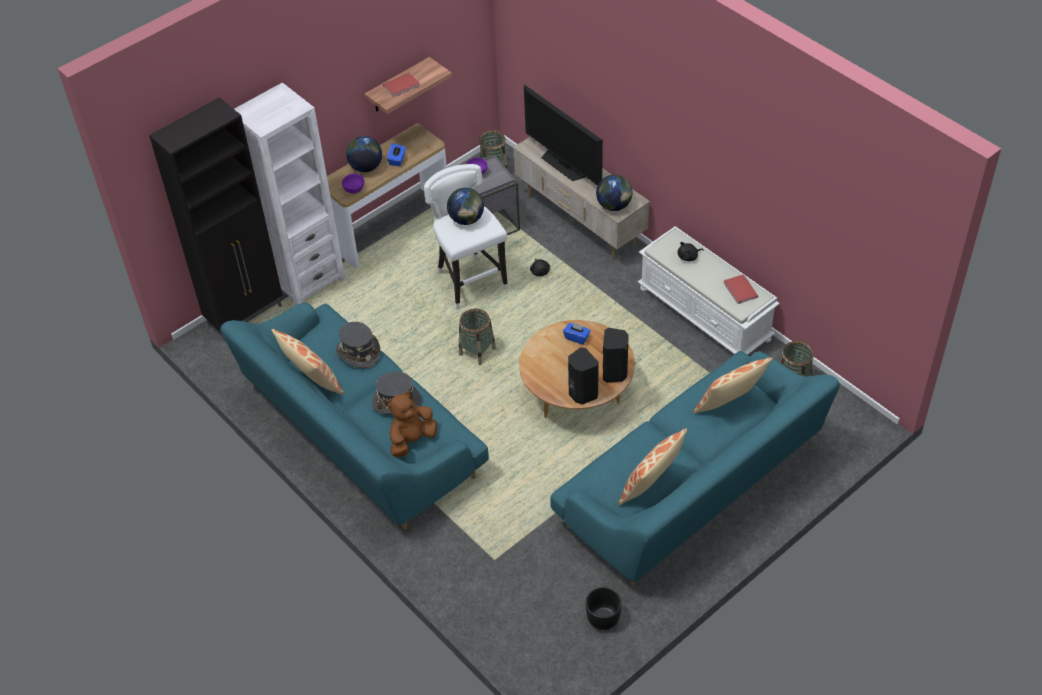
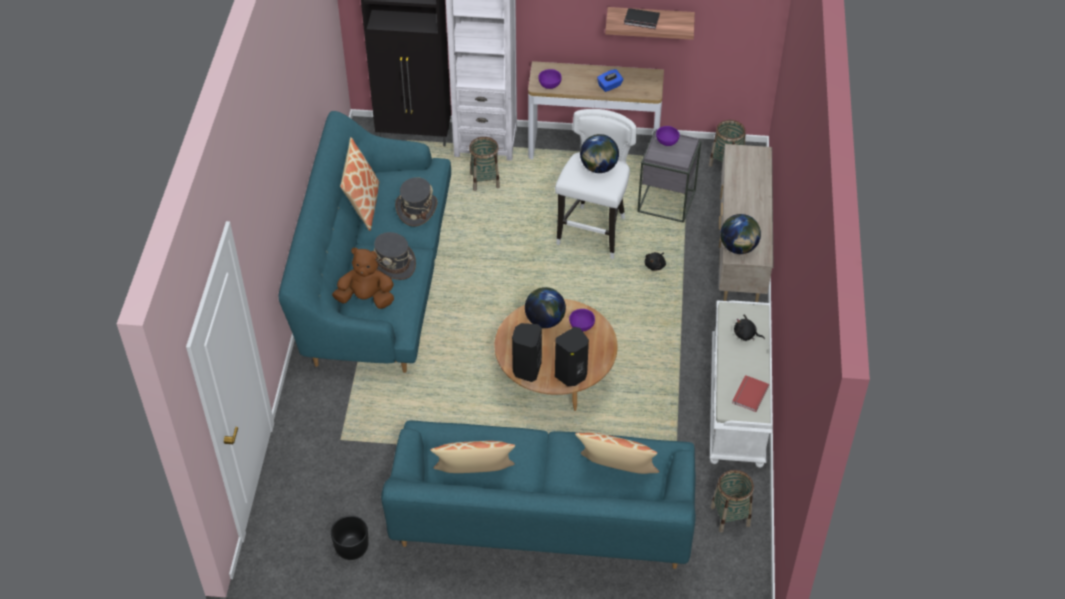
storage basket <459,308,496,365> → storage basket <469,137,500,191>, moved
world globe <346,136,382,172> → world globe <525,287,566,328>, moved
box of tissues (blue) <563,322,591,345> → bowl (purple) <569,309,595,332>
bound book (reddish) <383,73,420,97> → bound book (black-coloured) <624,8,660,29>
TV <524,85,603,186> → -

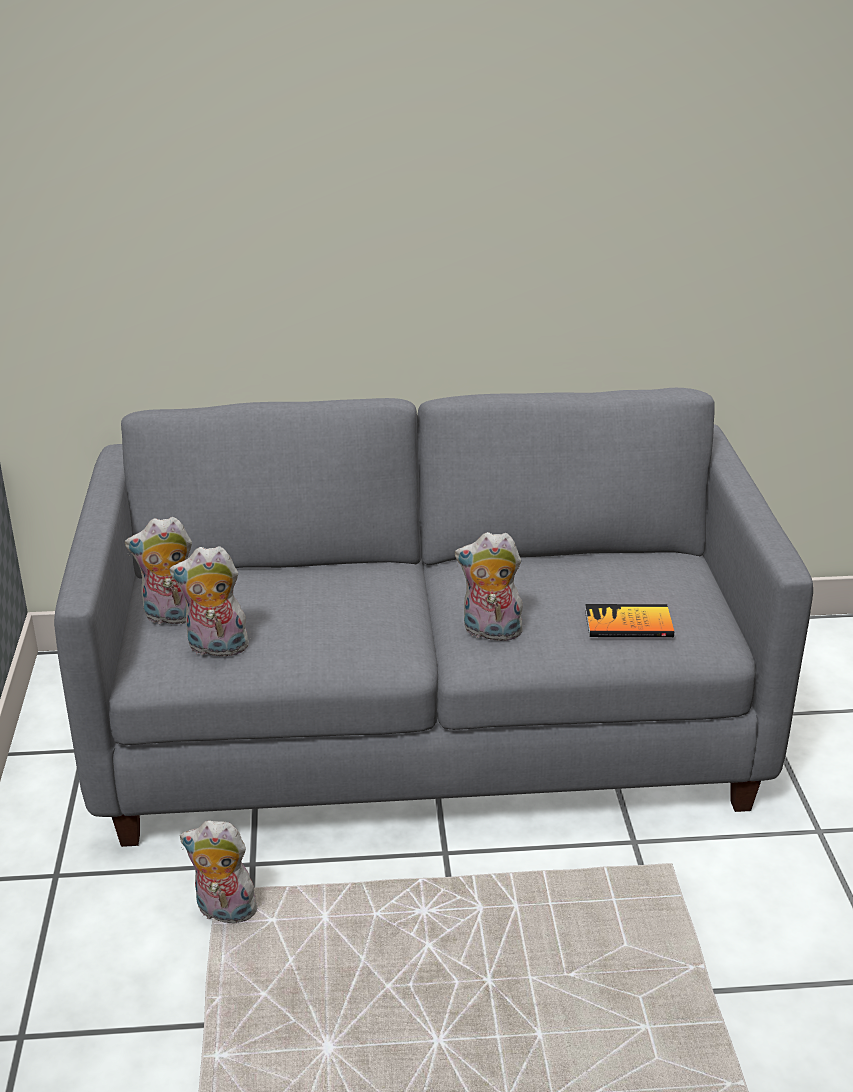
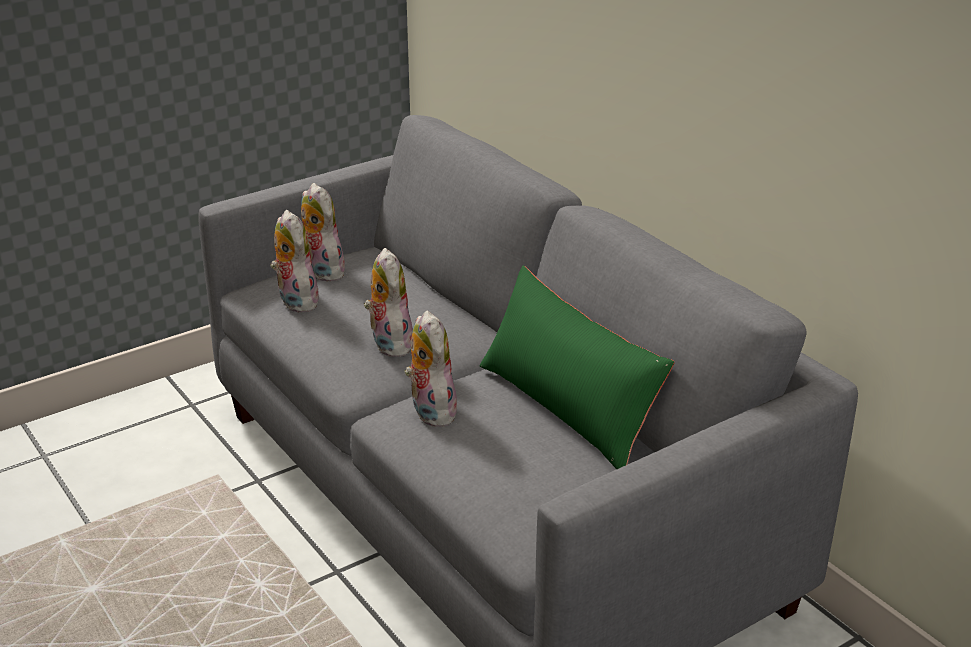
soft toy <180,820,263,924> → soft toy <364,248,413,357>, moved
- → cushion (green) <480,265,675,469>
bound book <585,604,674,637> → -

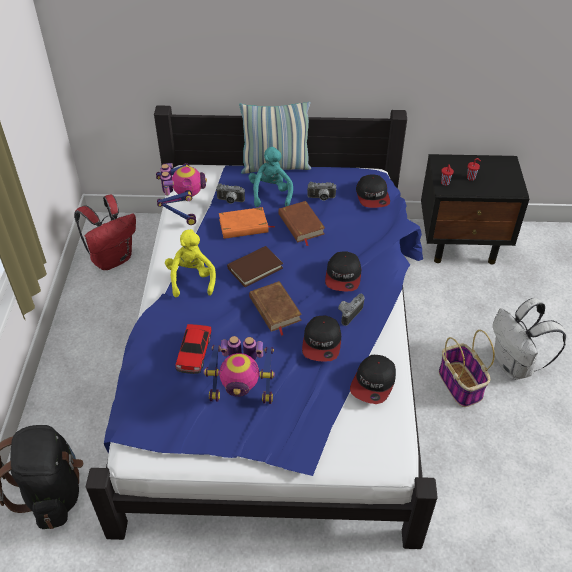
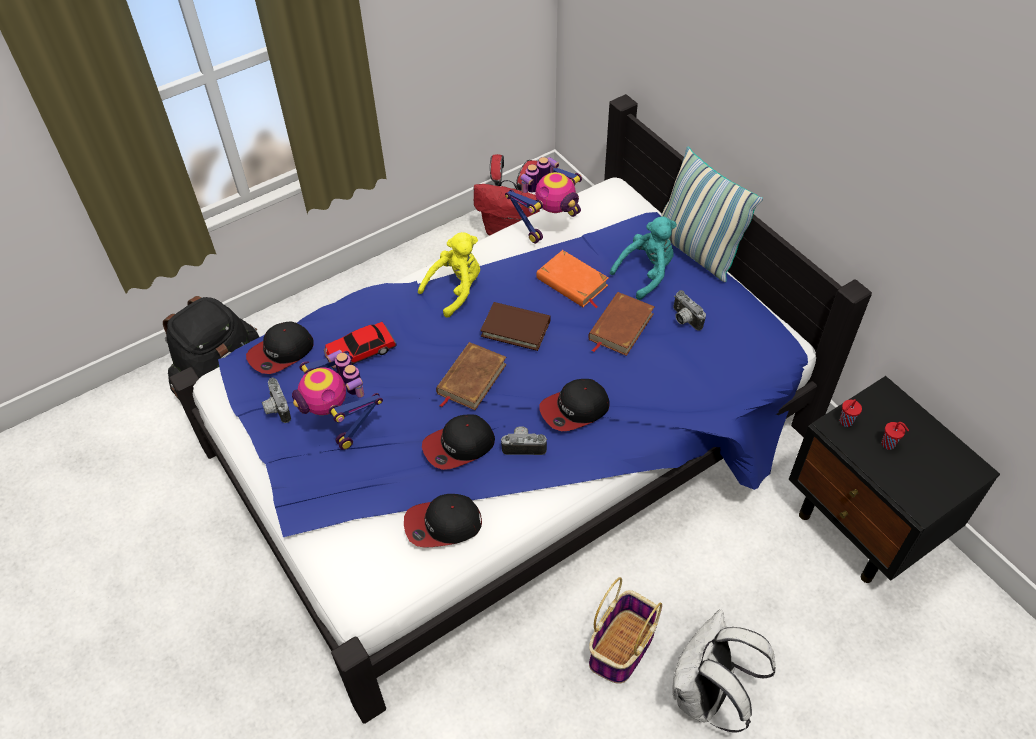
cap <356,174,390,208> → cap <246,321,314,374>, moved
still camera <216,183,245,204> → still camera <262,378,291,423>, moved

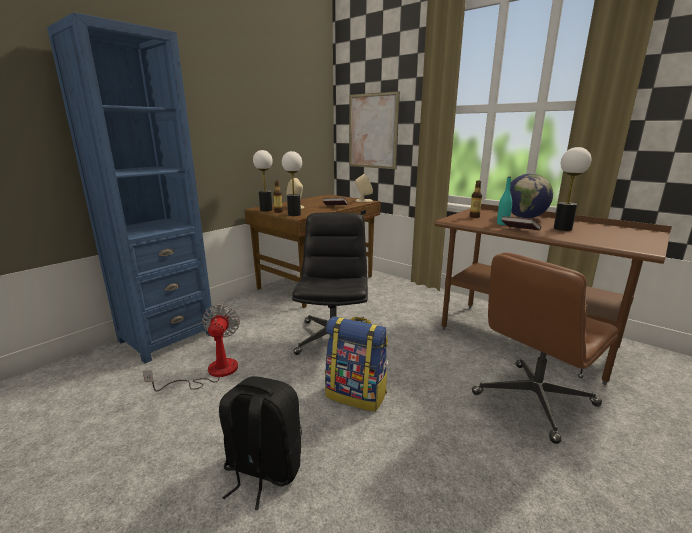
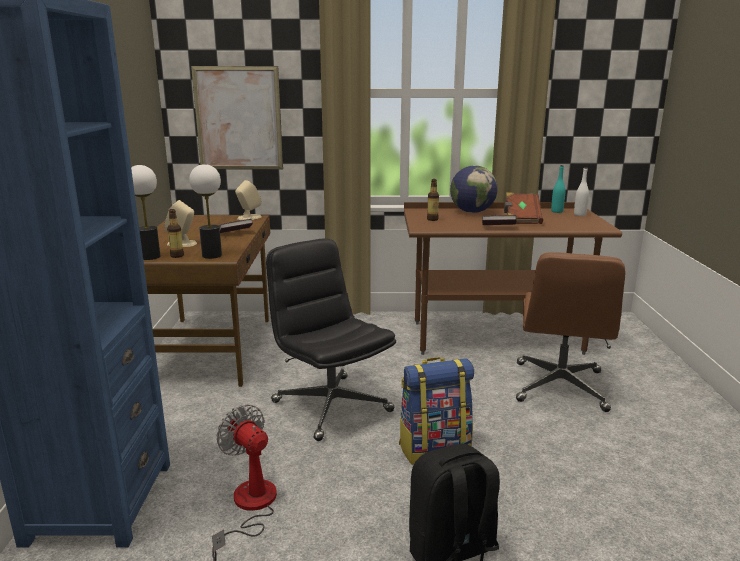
lamp for a table <554,147,591,231> → bound book (brownish) <504,192,543,224>
drink bottle (turquoise) <497,177,512,225> → drink bottle (turquoise) <551,165,566,213>, moved
- → drink bottle (white) <574,167,589,216>

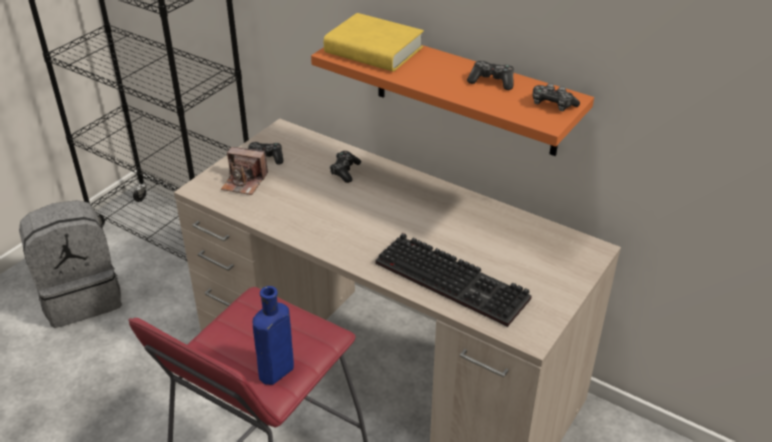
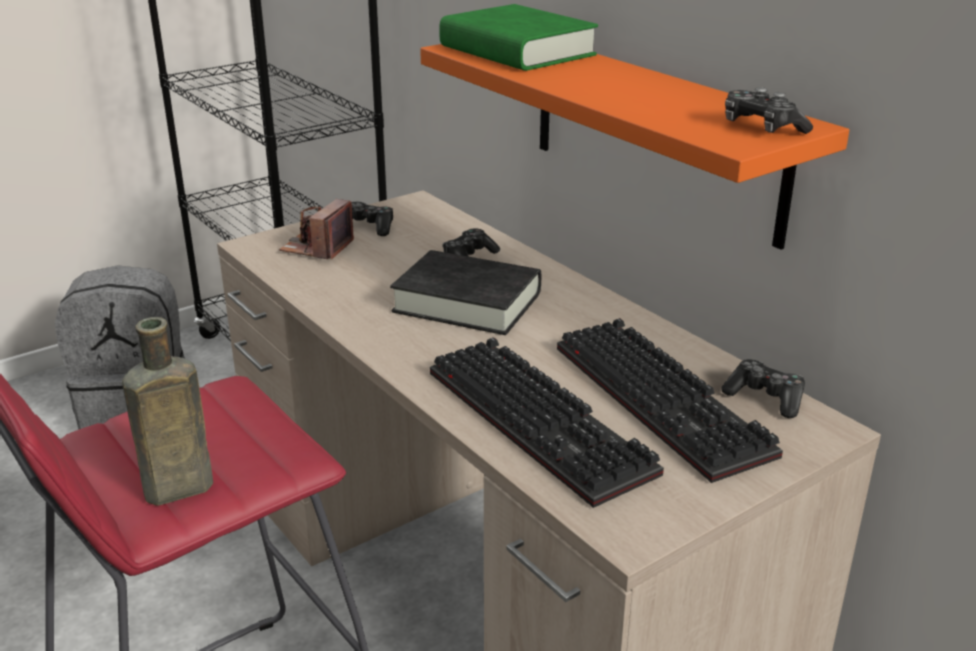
drink bottle (blue) <253,286,294,385> → drink bottle (brownish) <122,317,213,506>
still camera <221,147,268,195> → still camera <279,199,354,259>, 75 degrees clockwise
- → bound book (black-coloured) <390,250,541,335>
bound book (yellow-coloured) <324,13,424,72> → bound book (green) <439,4,598,71>
- → keyboard <557,318,783,483>
gamepad <467,61,514,90> → gamepad <721,359,805,418>, moved

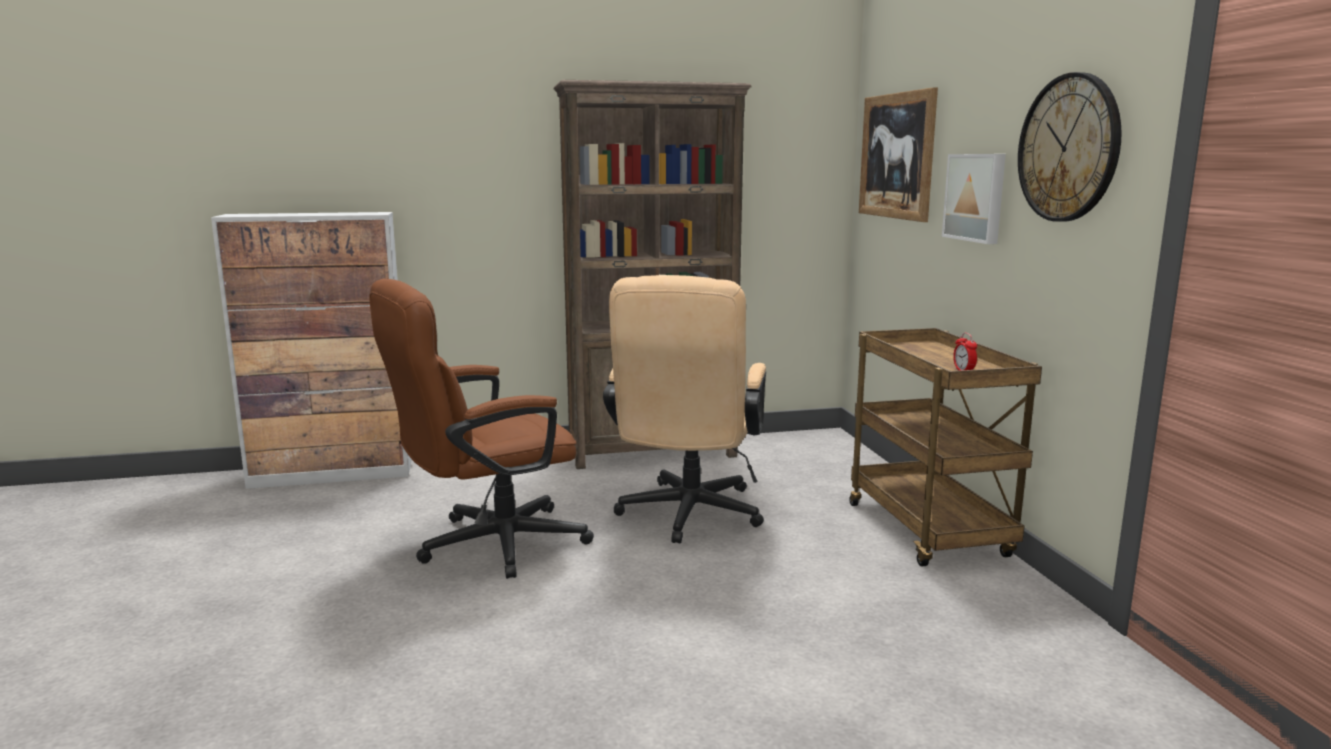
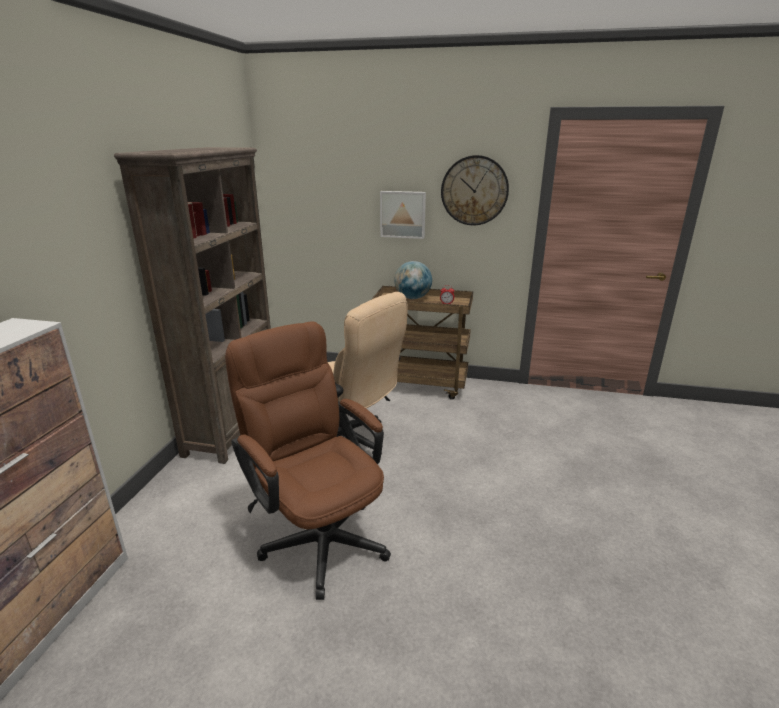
desk chair (brownish) <369,279,594,579> → desk chair (brownish) <225,321,391,600>, 150 degrees clockwise
- → world globe <394,261,432,299>
picture <859,87,938,222> → -

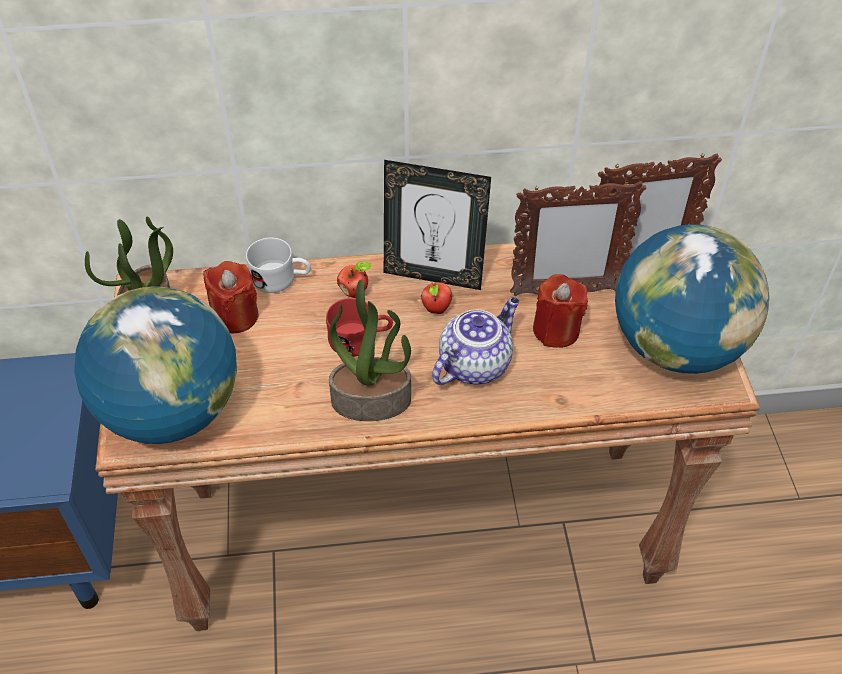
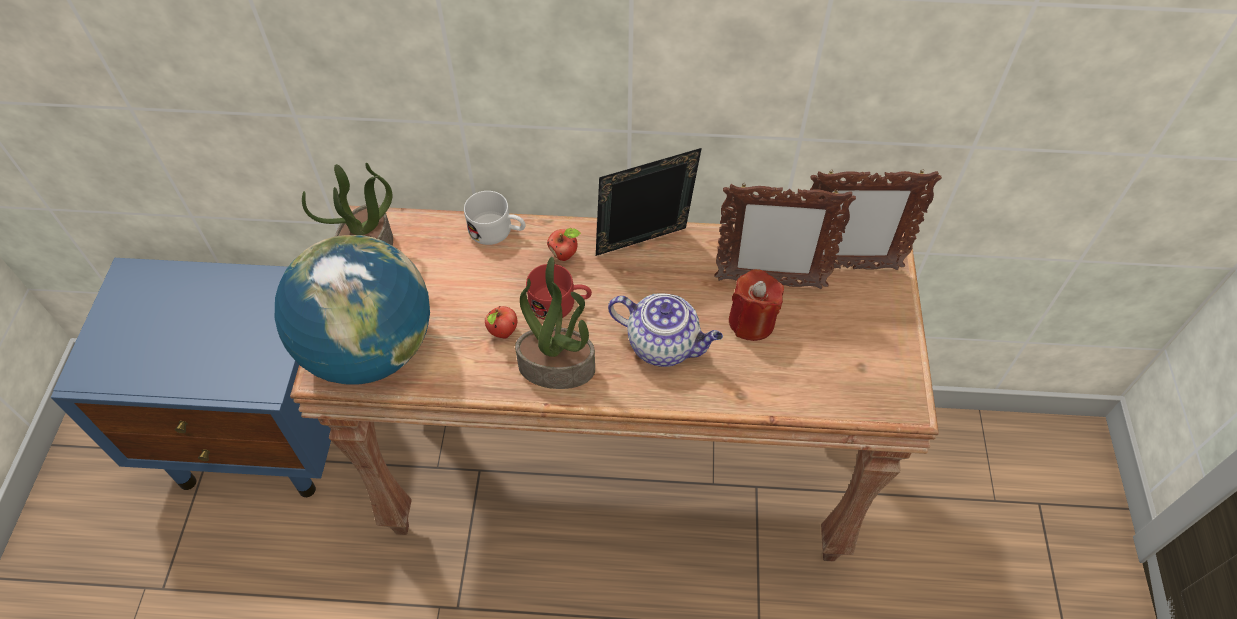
apple fruit <421,282,452,314> → apple fruit <485,306,517,339>, moved
picture frame <384,160,491,290> → picture frame <596,148,702,256>, 135 degrees clockwise
pot for tea <432,297,519,385> → pot for tea <608,293,723,367>, 60 degrees clockwise
candle (reddish) <203,261,259,333> → -
world globe <615,224,769,374> → -

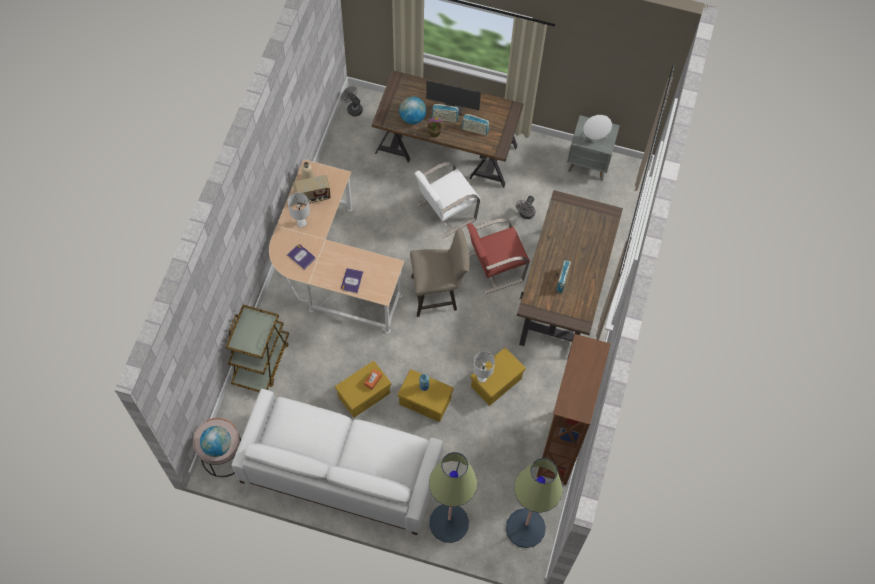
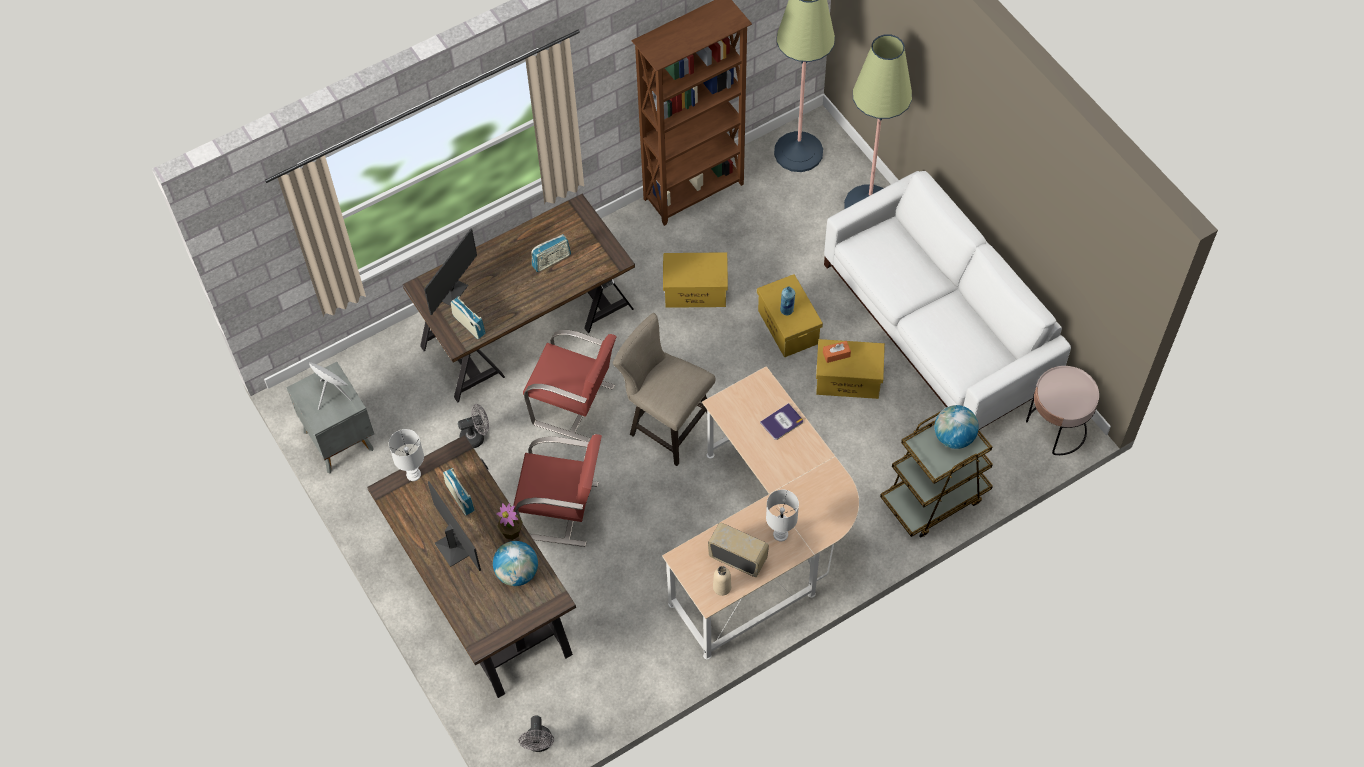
lamp for a table (white) <473,351,495,383> → lamp for a table (white) <389,429,424,481>, moved
- → computer display <424,229,477,315>
radio receiver <431,104,459,122> → radio receiver <451,297,486,339>, moved
upright chair (white) <415,162,480,238> → upright chair (reddish) <513,434,602,547>
world globe <200,426,231,457> → world globe <935,405,979,449>, moved
bound book <287,244,315,270> → -

